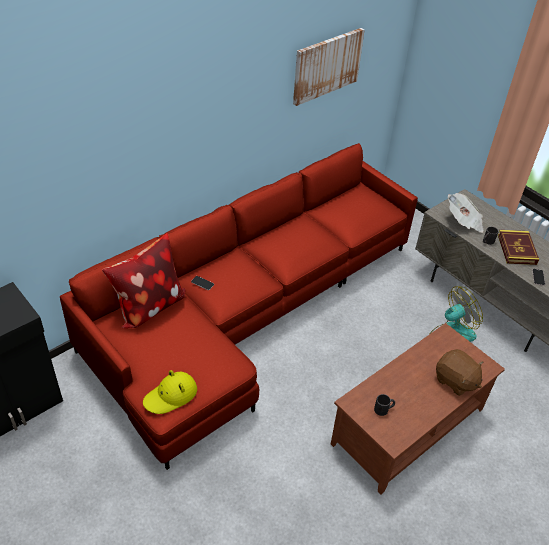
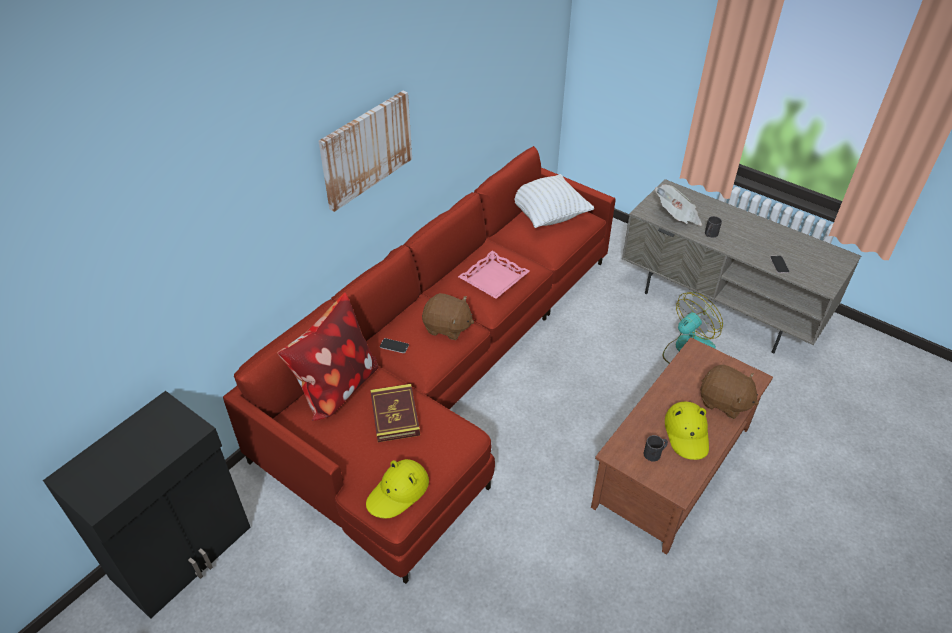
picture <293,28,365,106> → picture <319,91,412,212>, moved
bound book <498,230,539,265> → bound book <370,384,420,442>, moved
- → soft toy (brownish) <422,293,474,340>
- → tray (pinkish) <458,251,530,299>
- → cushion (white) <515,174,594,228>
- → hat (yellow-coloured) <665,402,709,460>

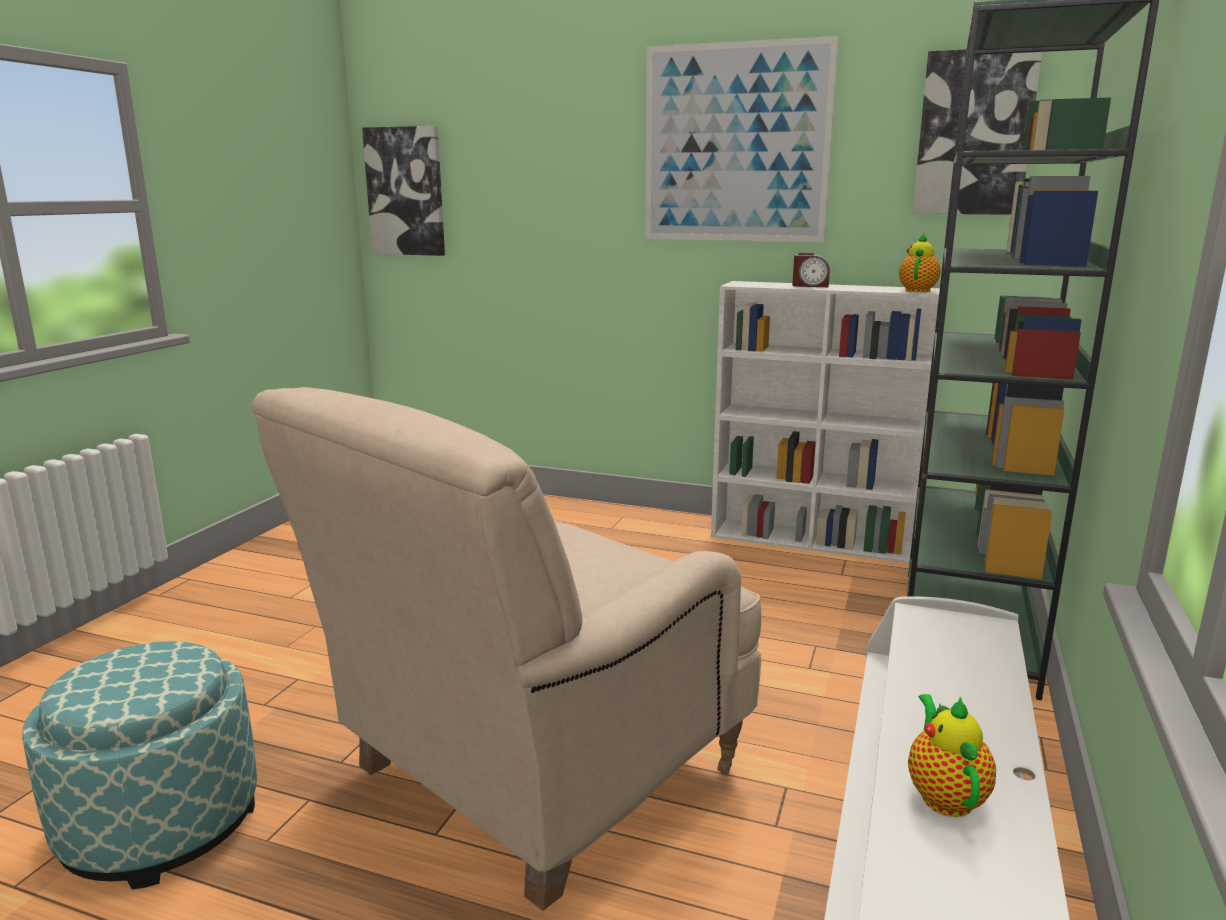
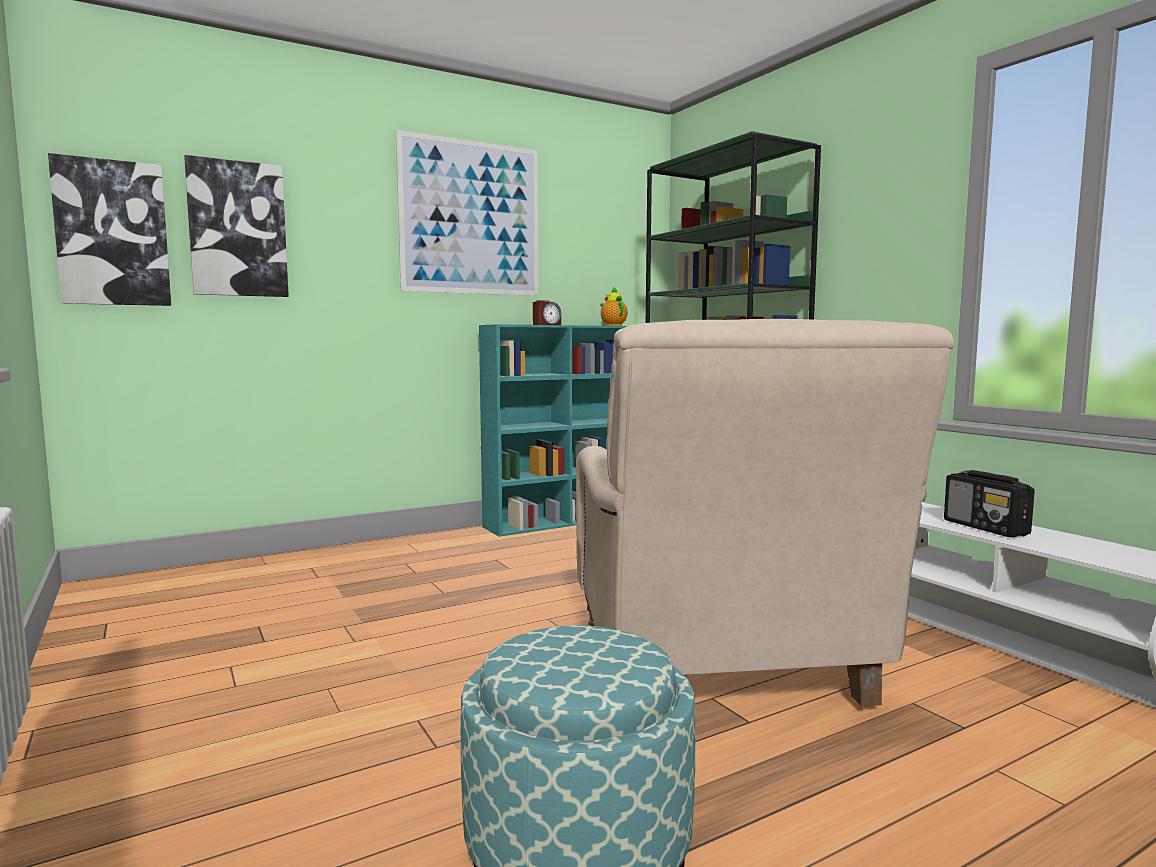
picture <912,49,1042,215> → picture <184,155,289,297>, moved
bookshelf (white) <711,281,940,564> → bookshelf (turquoise) <479,324,627,537>
pot for tea <908,694,996,817> → radio receiver <944,470,1035,538>

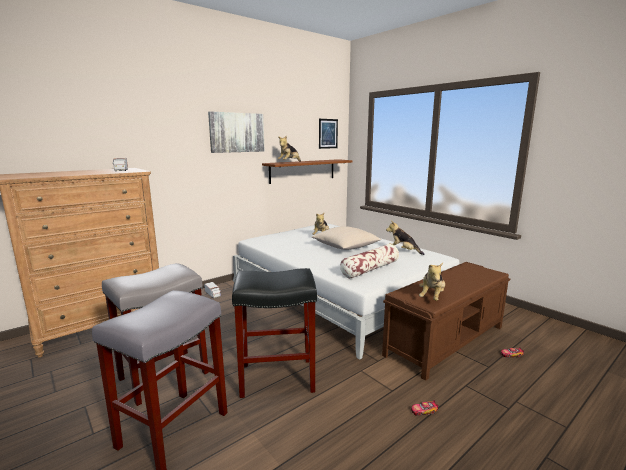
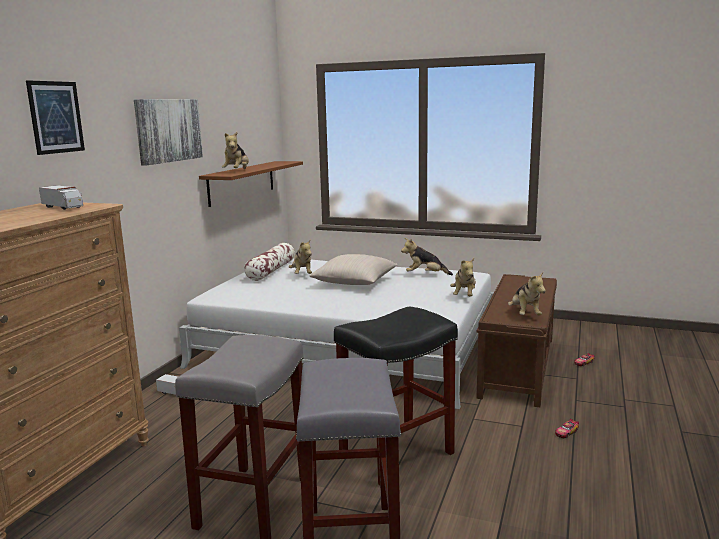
picture <319,119,338,149> → picture <26,80,85,155>, moved
cushion <340,244,399,279> → cushion <244,243,295,281>, moved
- → soft toy <450,258,476,296>

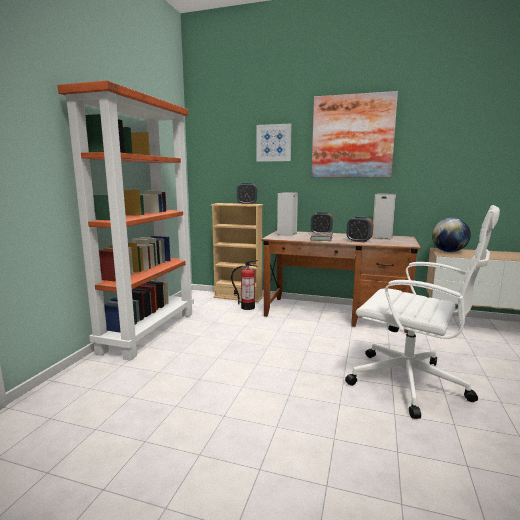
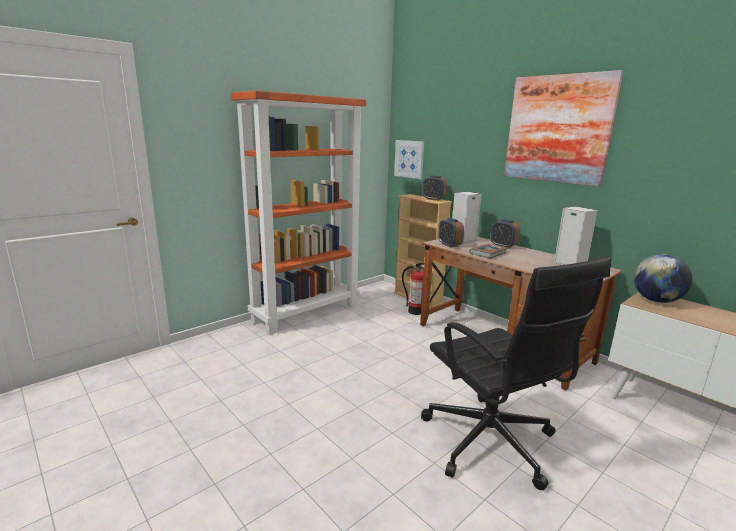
picture <256,124,292,162> → picture <394,140,424,179>, moved
desk chair (white) <345,205,500,419> → desk chair (black-coloured) <421,257,611,490>
alarm clock <347,216,374,243> → alarm clock <438,218,464,247>, moved

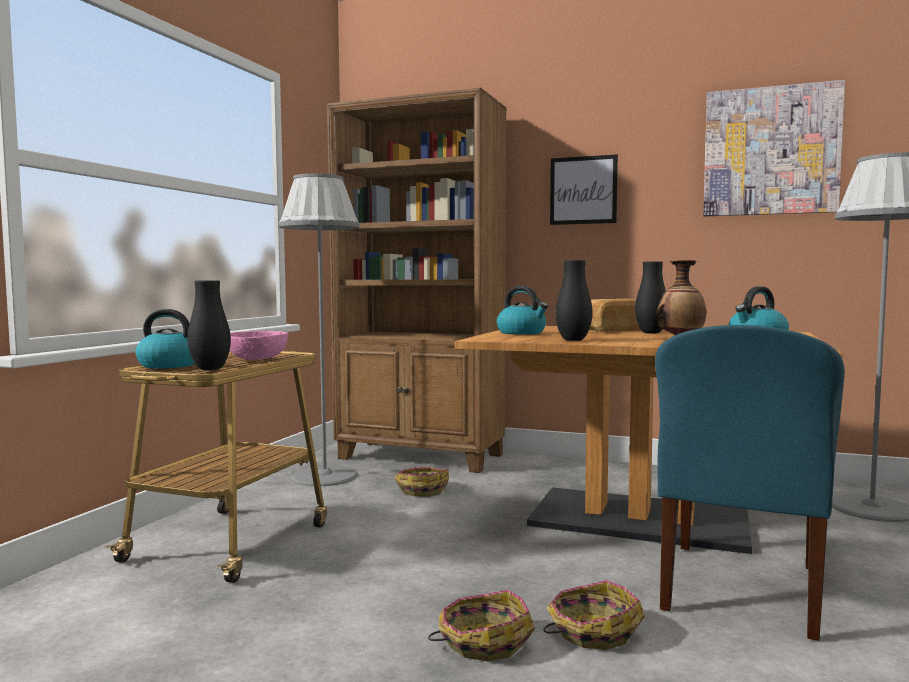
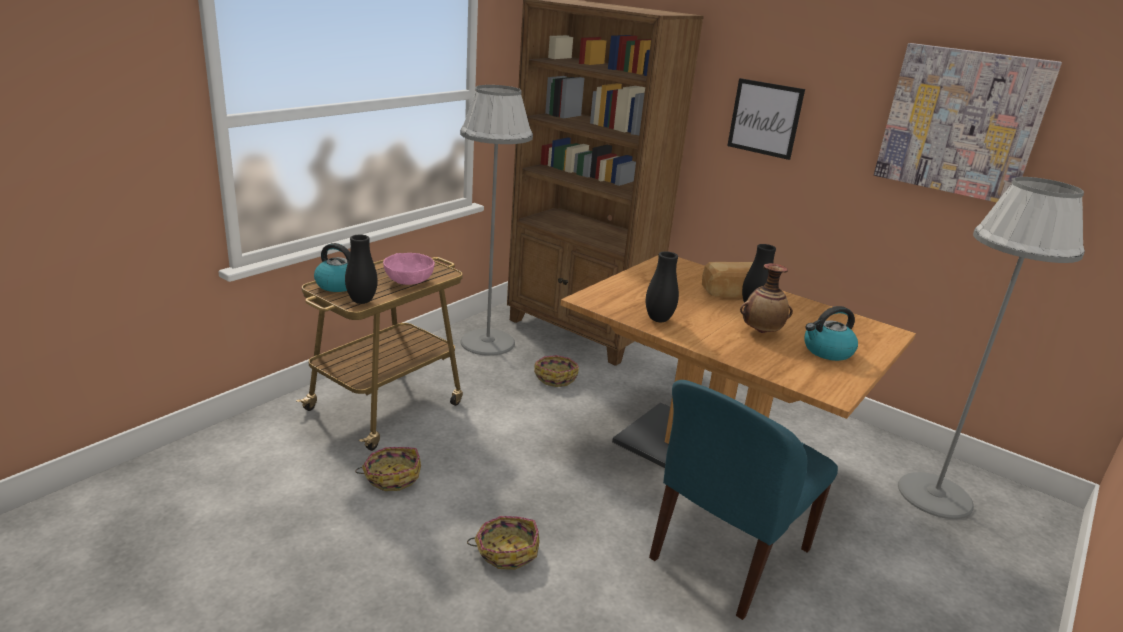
storage basket <543,580,645,650> → storage basket <355,447,421,491>, moved
water kettle <497,286,548,335> → -

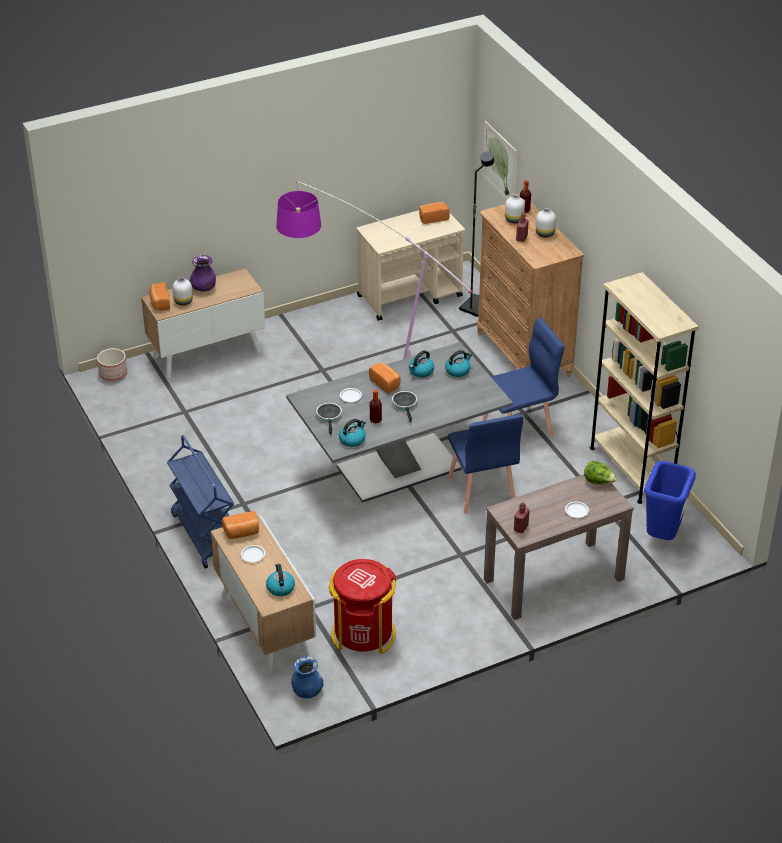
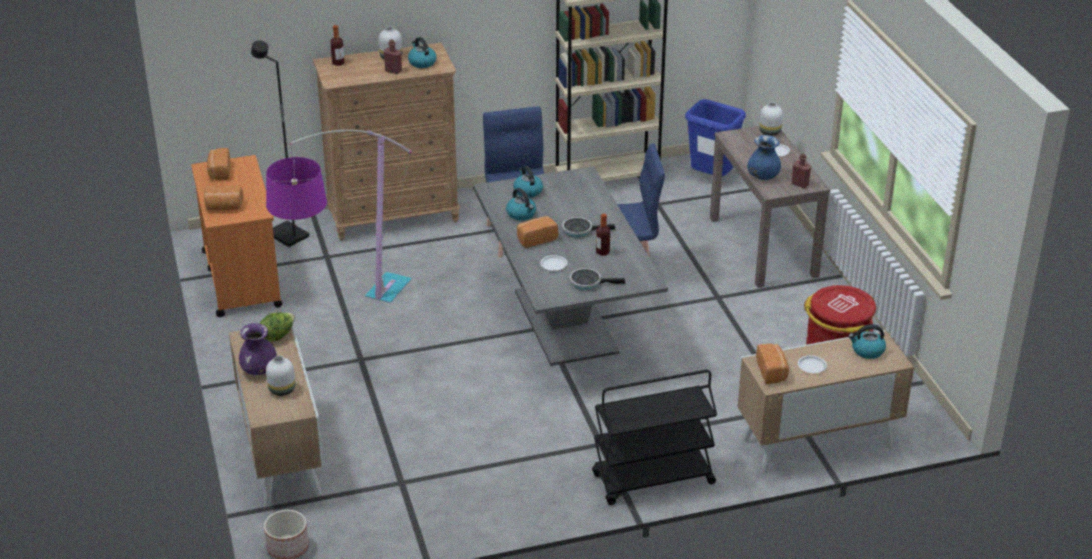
cart (beige-coloured) <356,210,465,321> → cart (orange-coloured) <191,155,283,317>
bakery bread <149,282,170,310> → bakery bread <204,185,243,210>, moved
lettuce <584,461,617,485> → lettuce <260,312,295,342>, moved
water kettle <339,419,366,447> → water kettle <408,37,437,68>, moved
cart (blue) <167,435,234,569> → cart (black-coloured) <592,370,717,505>
vase (blue) <291,656,324,699> → vase (blue) <747,135,781,180>, moved
vase (white) <505,194,525,223> → vase (white) <759,102,783,136>, moved
picture <482,121,518,200> → -

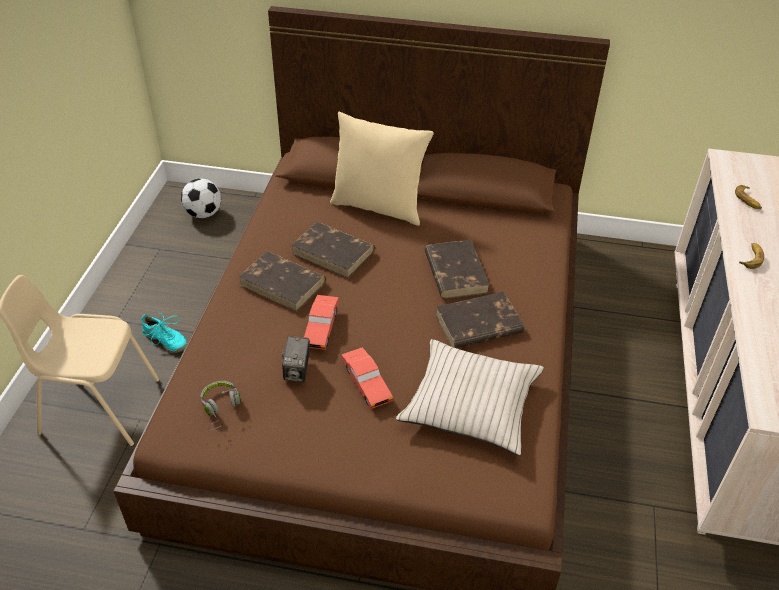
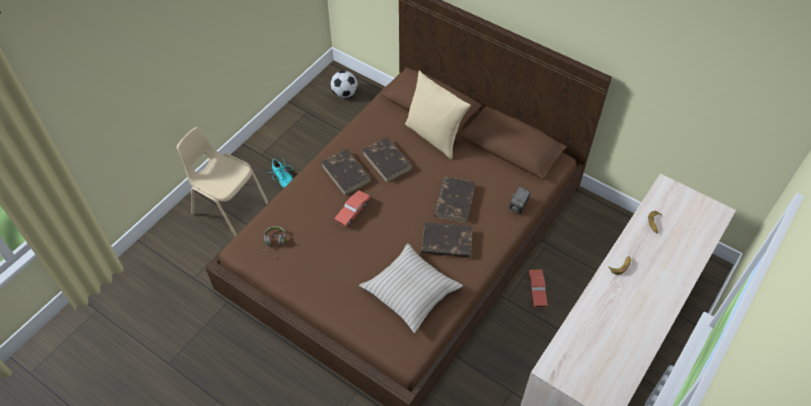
still camera <282,336,310,382> → still camera <509,186,531,214>, moved
toy car (reddish) <341,348,393,409> → toy car (reddish) <528,269,548,308>, moved

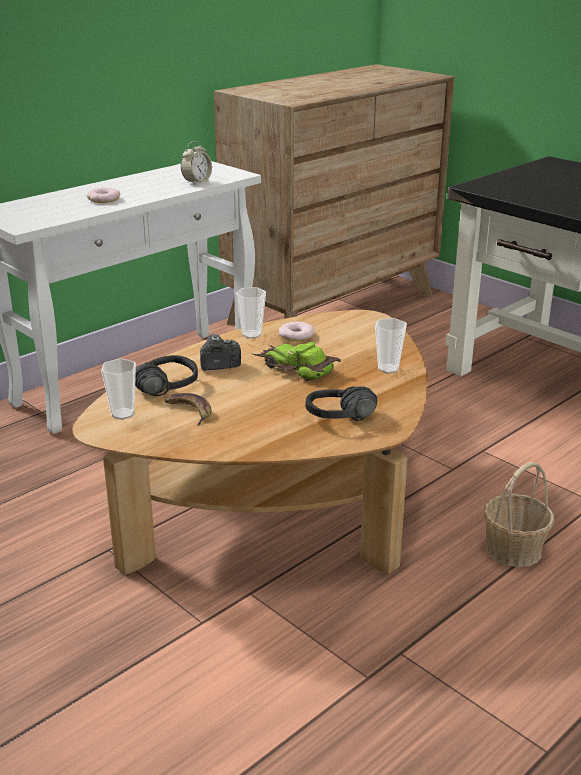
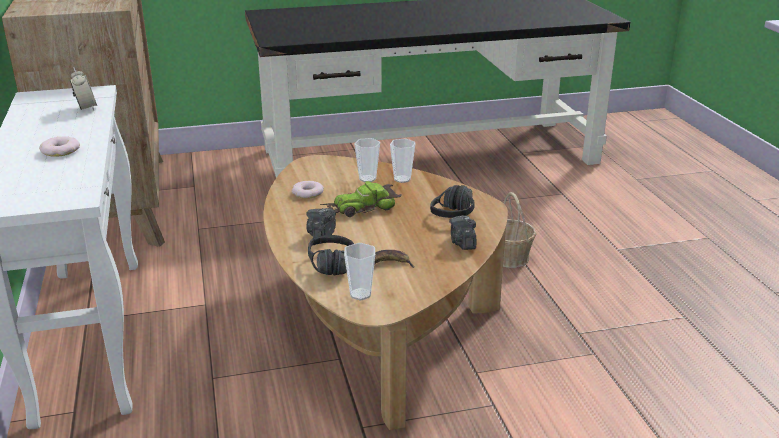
cup <236,287,266,339> → cup <354,138,380,182>, moved
- → still camera <449,215,476,250>

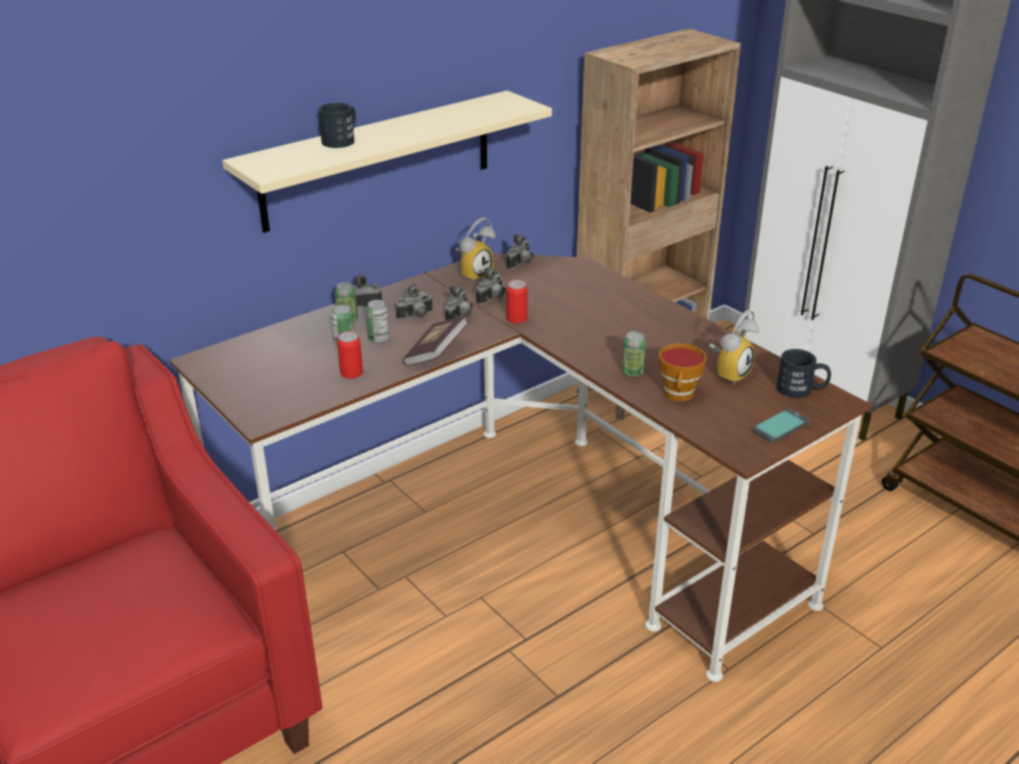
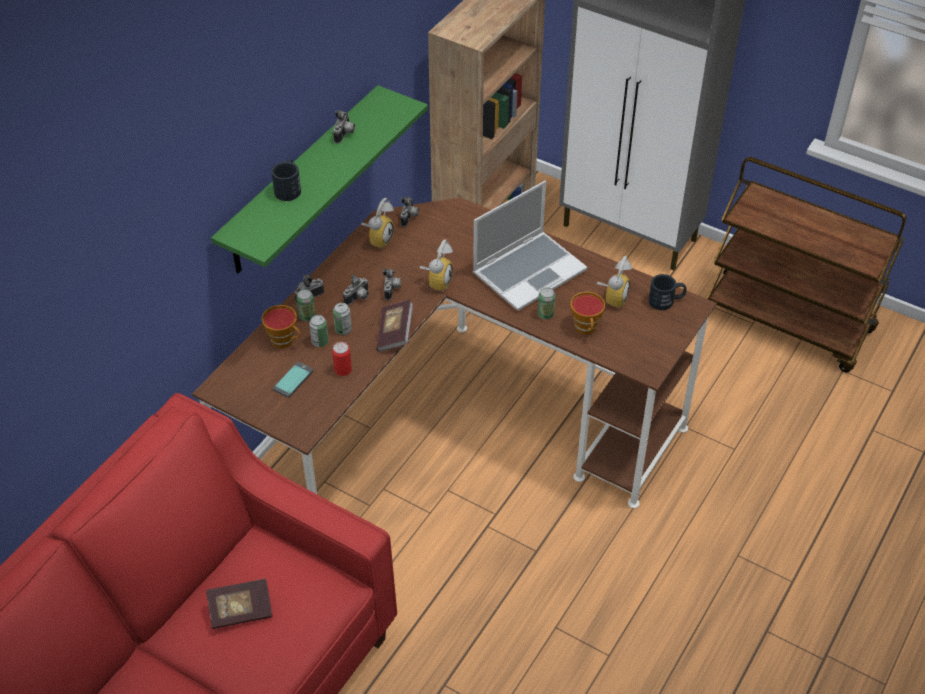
- → bound book <206,578,272,629>
bracket shelf (beige-coloured) <222,91,552,233> → bracket shelf (green) <211,85,428,273>
- → cup <261,305,300,348>
phone <752,408,810,443> → phone <273,362,313,398>, moved
still camera <476,267,505,304> → still camera <333,110,355,144>, moved
can <507,280,528,324> → alarm clock <420,239,453,292>
- → notebook computer <473,181,587,311>

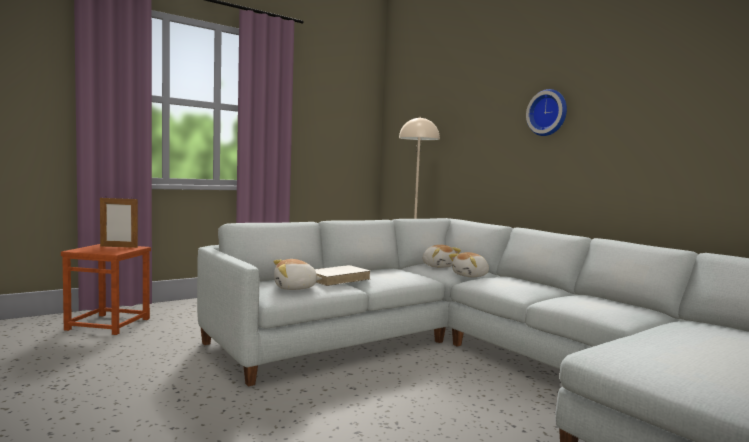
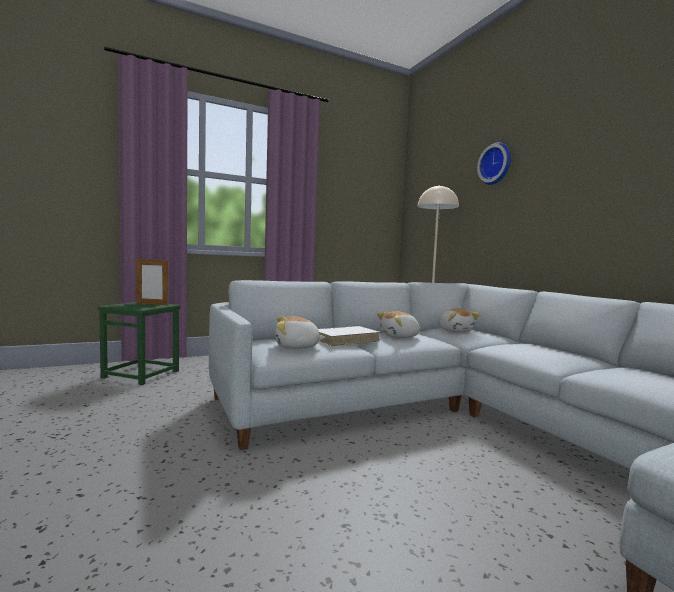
sitting stool (brownish) <61,244,151,335> → sitting stool (green) <98,302,180,385>
soft toy <449,252,489,277> → soft toy <377,311,420,338>, moved
hanging clock <526,89,567,136> → hanging clock <477,142,511,185>, moved

